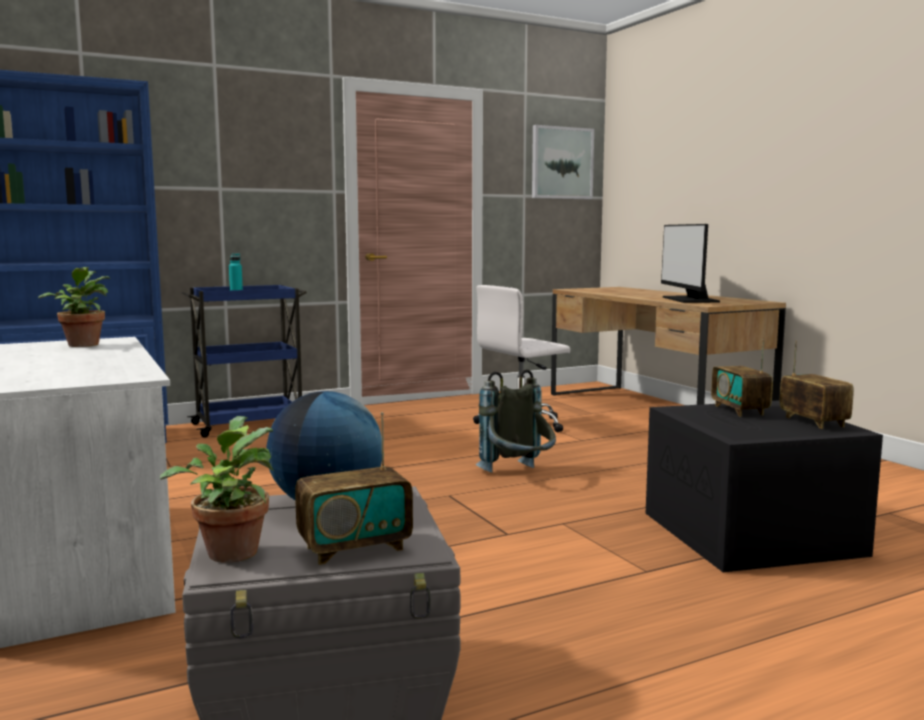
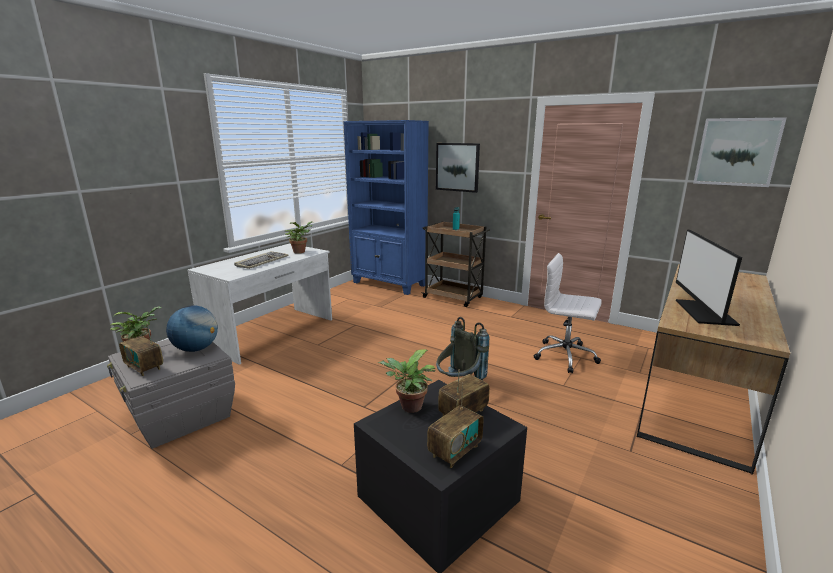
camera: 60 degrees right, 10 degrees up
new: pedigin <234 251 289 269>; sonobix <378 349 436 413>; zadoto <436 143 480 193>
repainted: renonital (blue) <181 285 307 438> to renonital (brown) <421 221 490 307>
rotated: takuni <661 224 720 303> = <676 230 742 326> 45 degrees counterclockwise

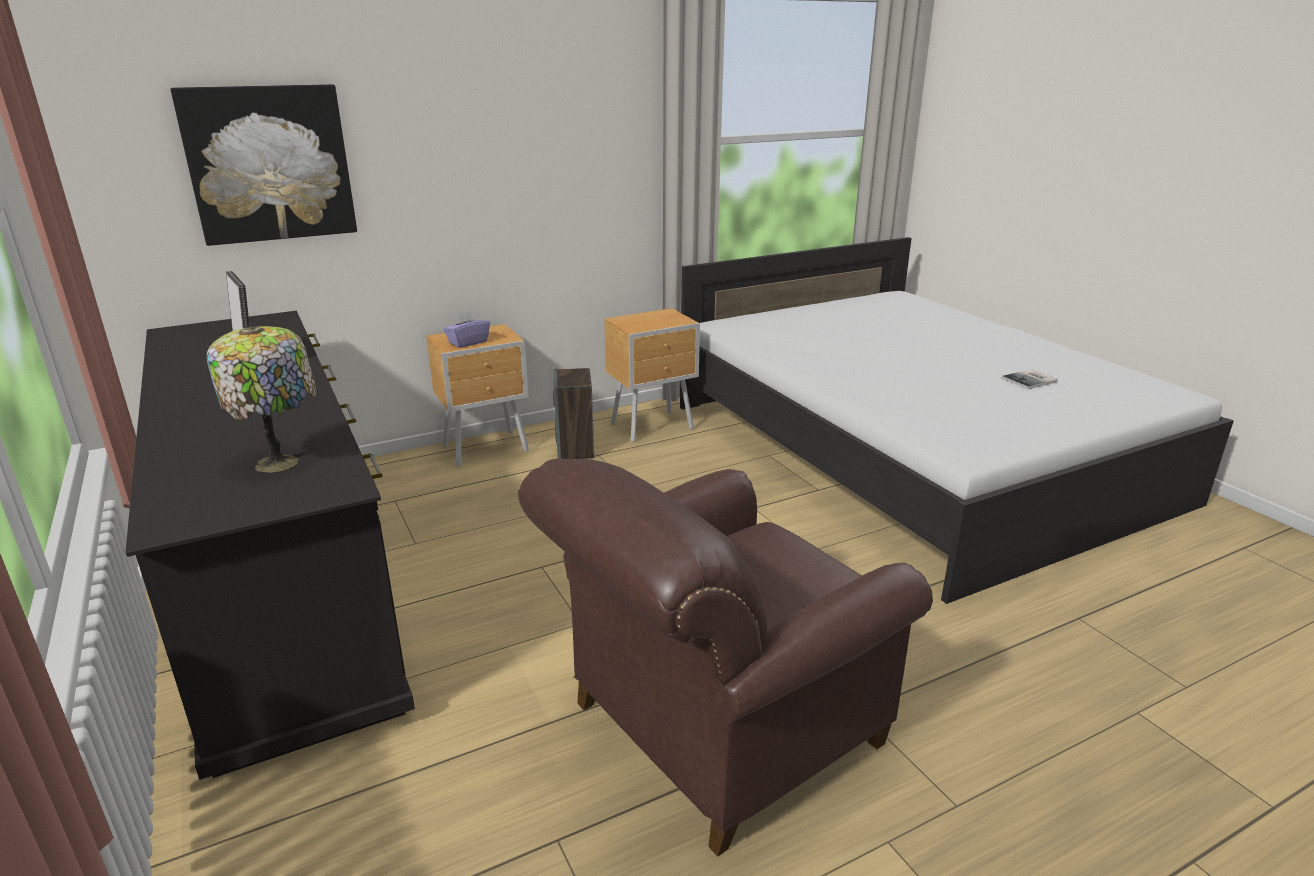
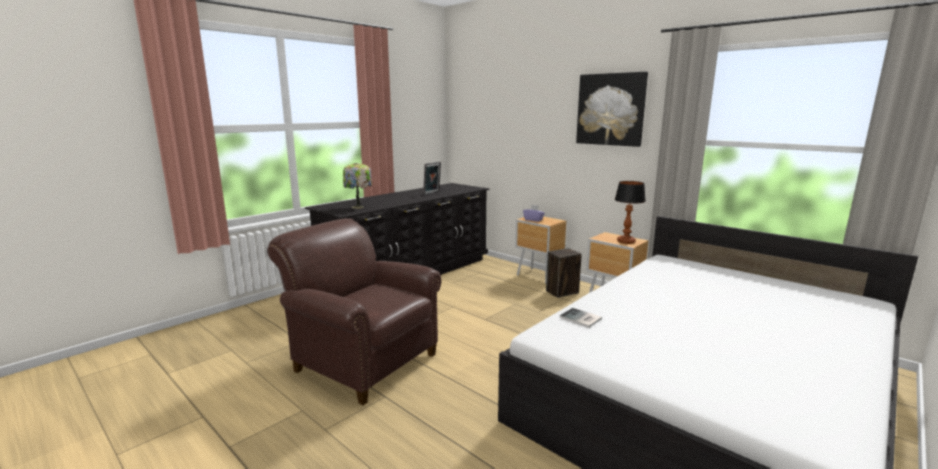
camera: 70 degrees right, 10 degrees down
new: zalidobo <615 181 646 244>
shifted: zadoto <171 84 357 246> to <576 72 648 147>; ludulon <1001 369 1058 389> to <560 308 602 328>

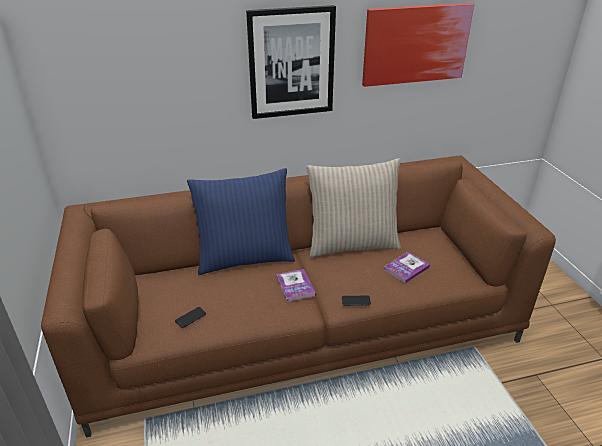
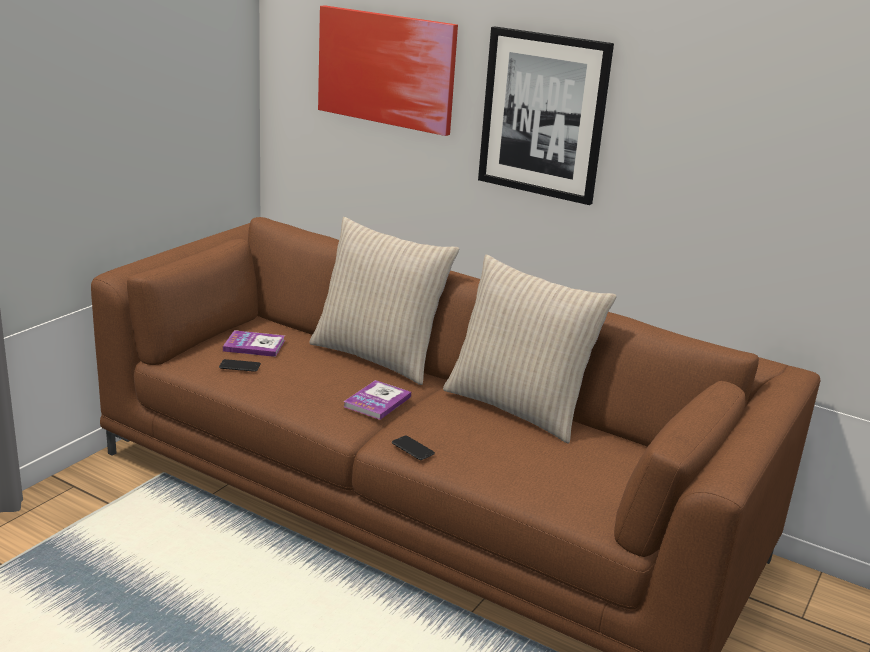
camera: 45 degrees right, 10 degrees down
shifted: zadoto <362 3 474 87> to <318 5 458 136>; ludulon <384 252 430 283> to <223 330 285 357>
repainted: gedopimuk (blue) <187 168 295 275> to gedopimuk (beige) <309 217 459 385>

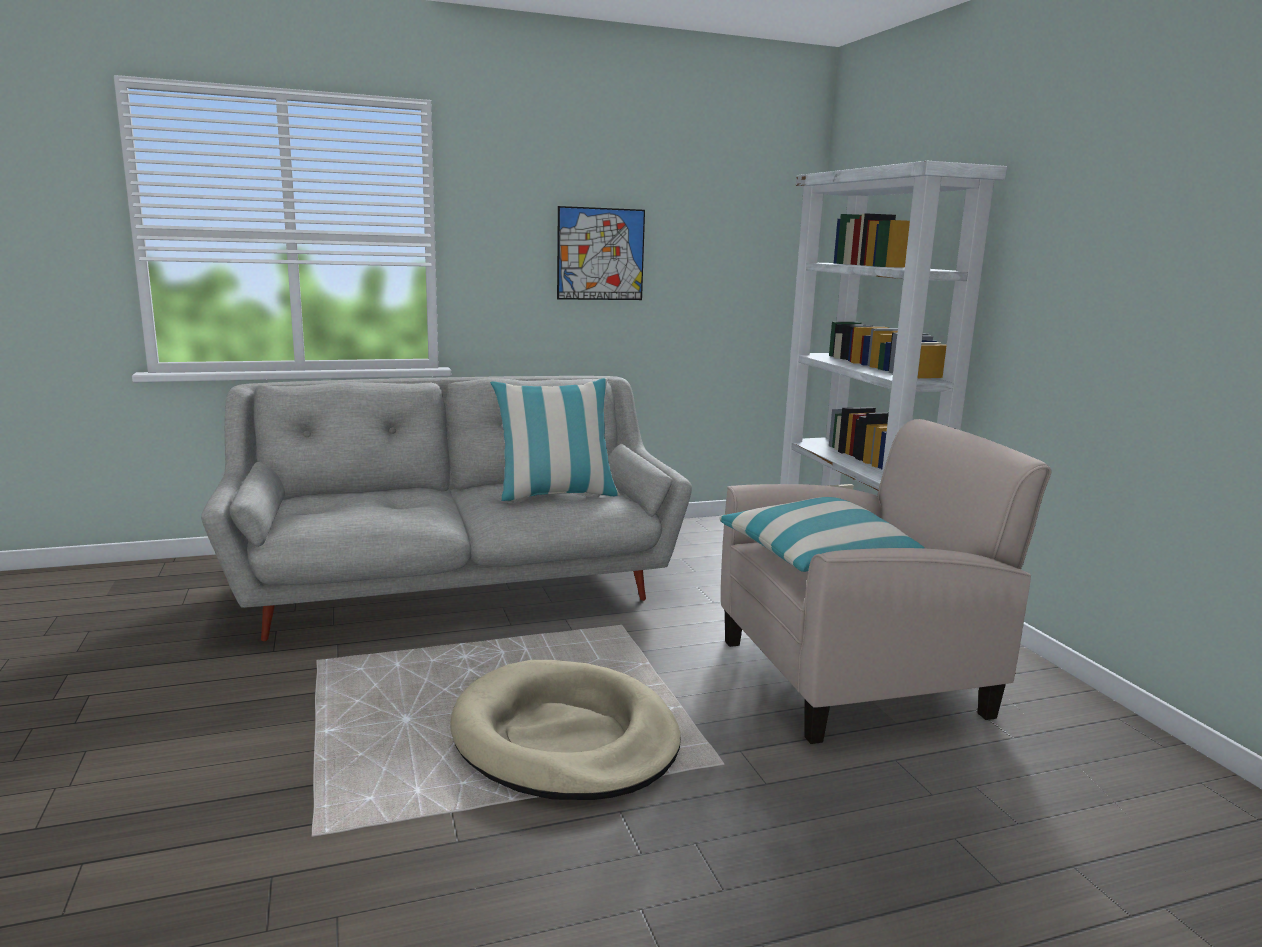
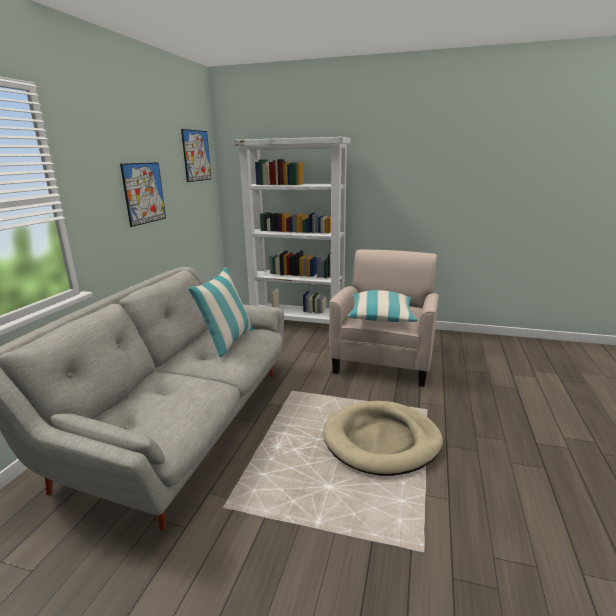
camera: 55 degrees left, 5 degrees up
new: zadoto <181 129 211 182>

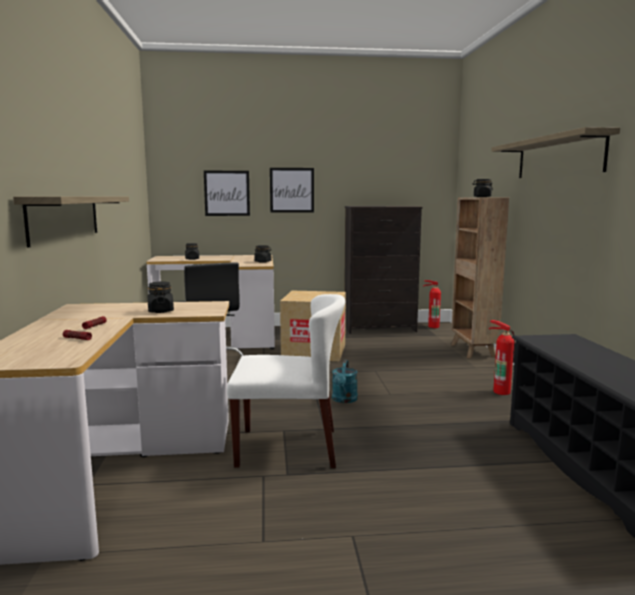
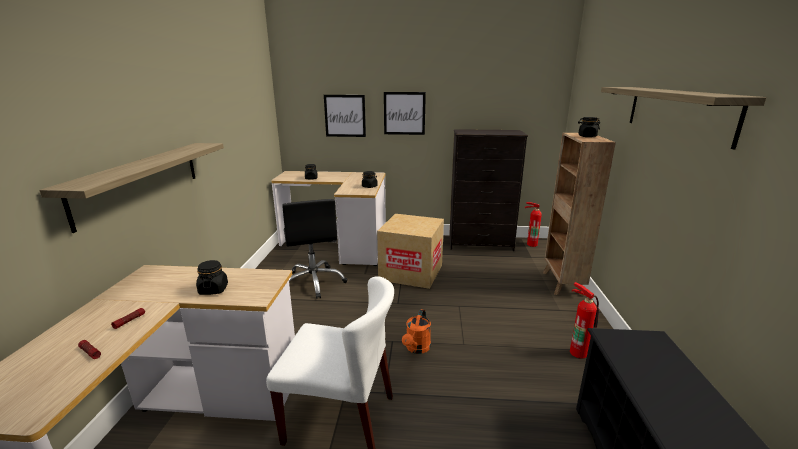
camera: 10 degrees right, 10 degrees up
repainted: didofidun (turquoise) <332 360 358 403> to didofidun (orange) <402 309 431 354>

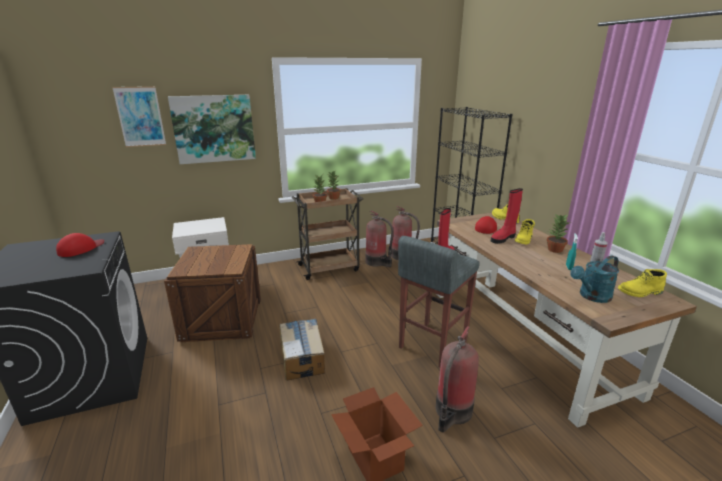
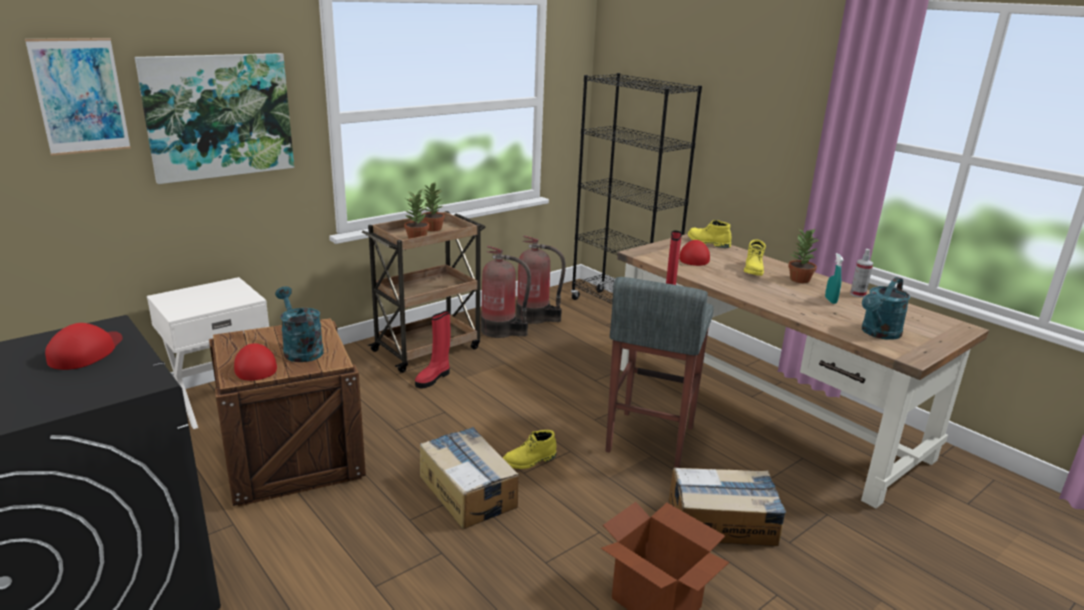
camera: 20 degrees left, 0 degrees up
new: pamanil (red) <234 343 277 381>; didofidun (turquoise) <275 286 324 362>
shifted: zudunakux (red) <491 188 523 244> to <415 310 450 389>; zudunakux (yellow) <618 269 667 297> to <503 430 556 469>
swapped: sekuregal <436 326 479 432> to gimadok <669 468 786 546>

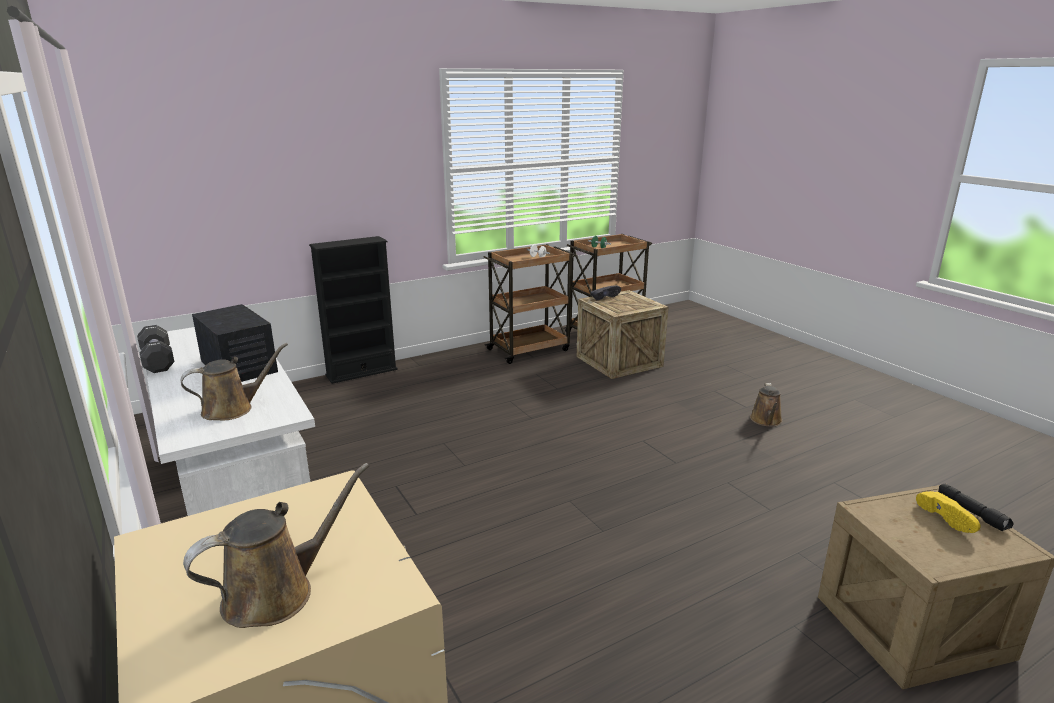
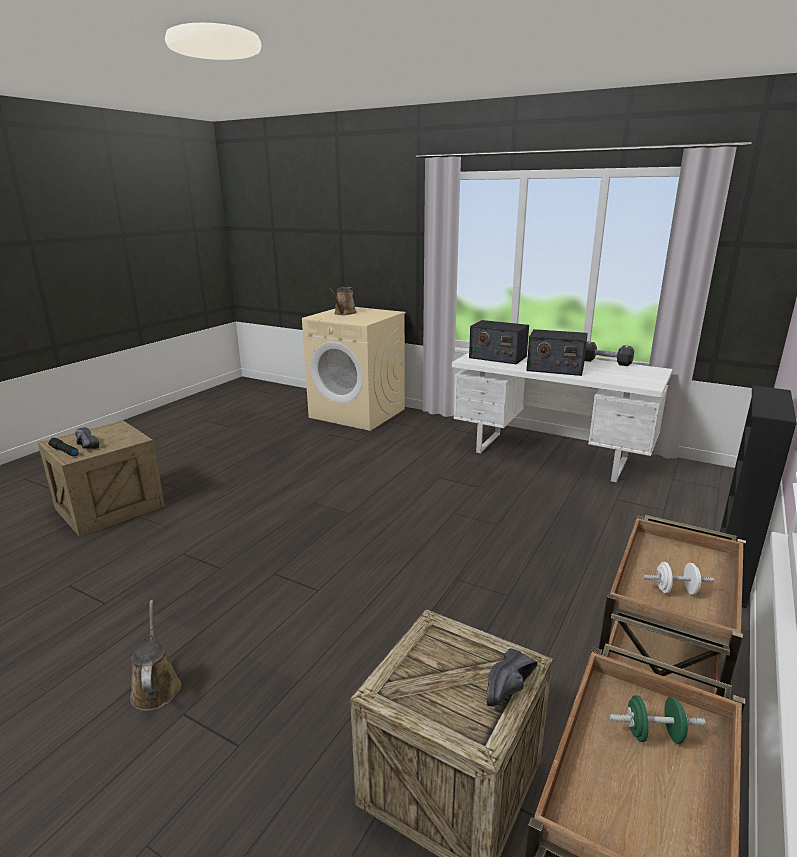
camera: 150 degrees right, 0 degrees up
swapped: didofidun (brown) <181 343 288 421> to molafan <469 320 529 365>
repainted: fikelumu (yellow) <916 491 981 533> to fikelumu (black) <75 427 99 449>

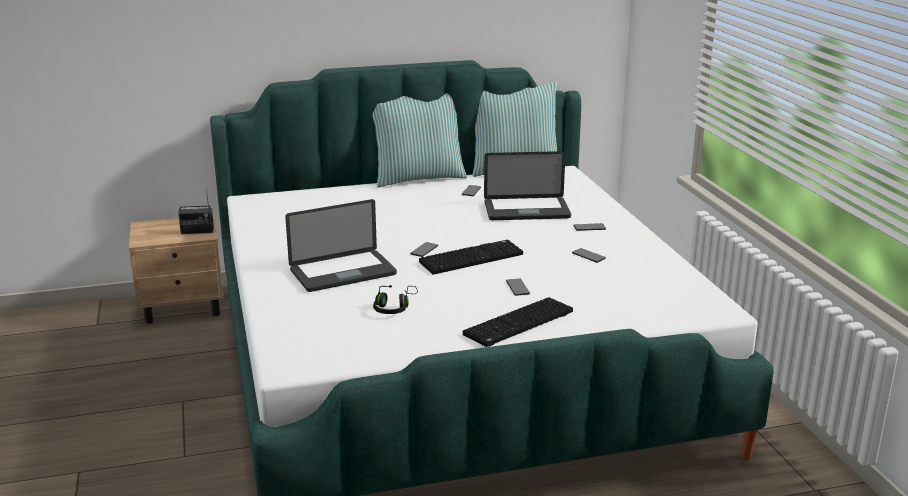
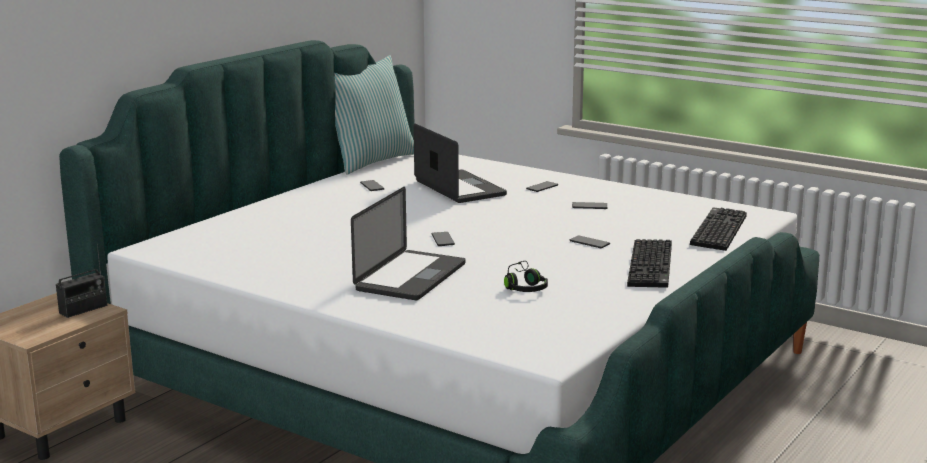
camera: 40 degrees left, 5 degrees down
gone: gedopimuk <372 93 467 188>
shifted: pedigin <419 240 523 275> to <690 207 747 251>
rotated: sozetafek <484 151 571 220> = <413 124 507 203> 75 degrees counterclockwise

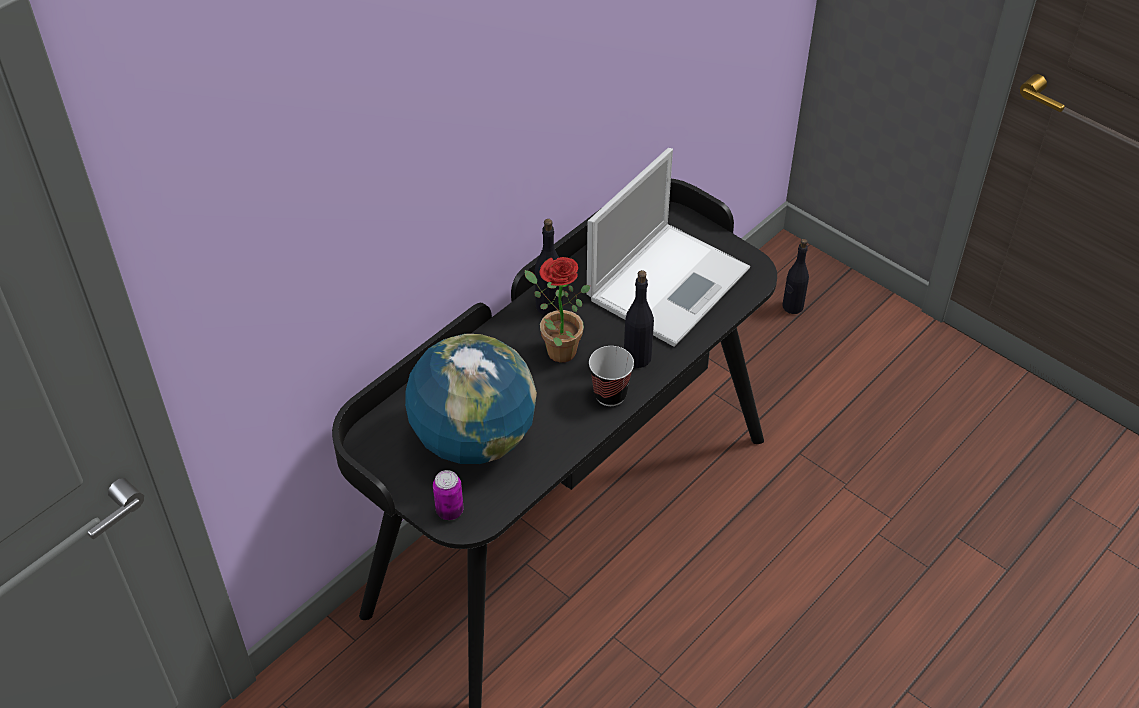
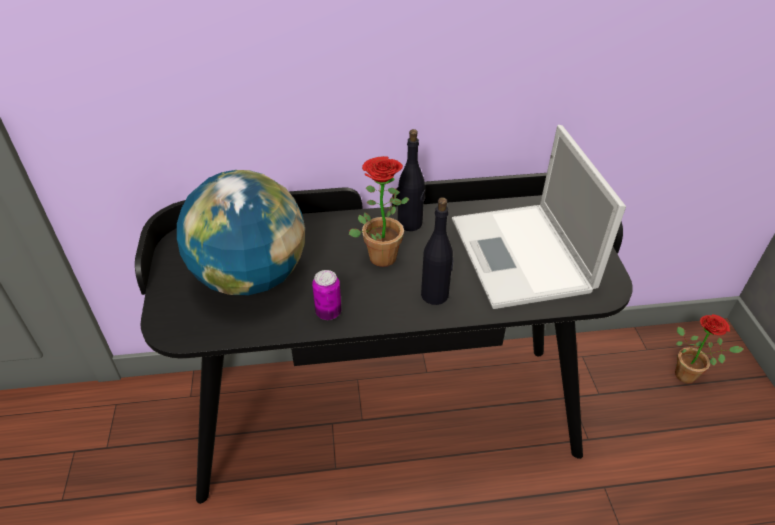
camera: 40 degrees right, 5 degrees down
gone: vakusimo <589 346 634 406>
shifted: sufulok <433 470 464 520> to <312 270 341 320>
swapped: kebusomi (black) <782 239 809 314> to sonobix <675 314 743 383>
rotated: sozetafek <587 148 750 347> = <452 125 626 309> 90 degrees clockwise

